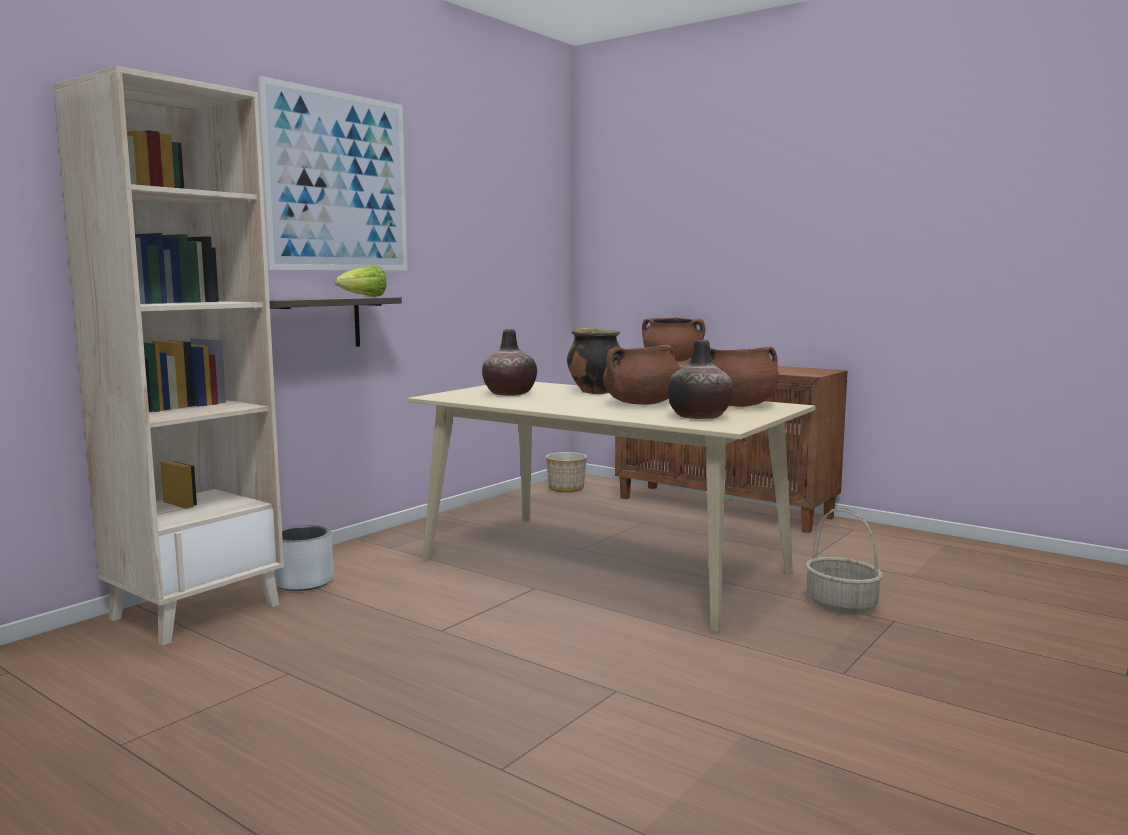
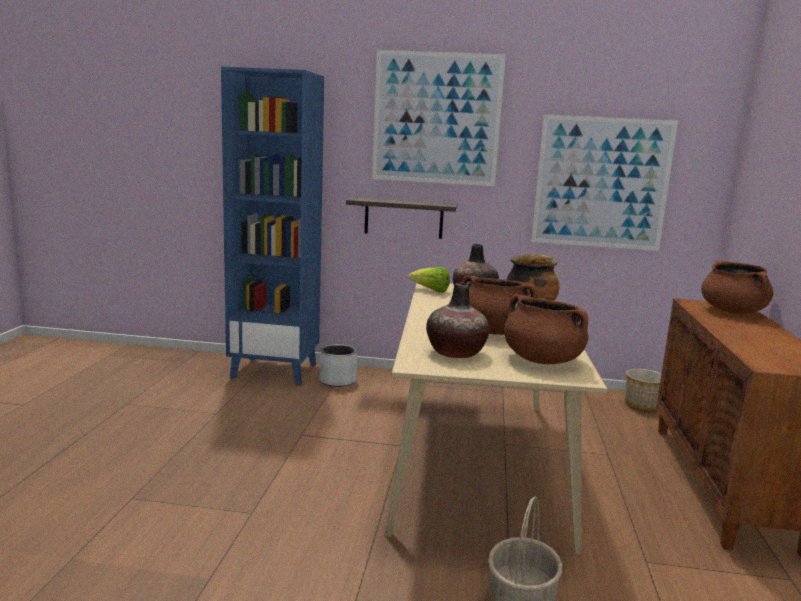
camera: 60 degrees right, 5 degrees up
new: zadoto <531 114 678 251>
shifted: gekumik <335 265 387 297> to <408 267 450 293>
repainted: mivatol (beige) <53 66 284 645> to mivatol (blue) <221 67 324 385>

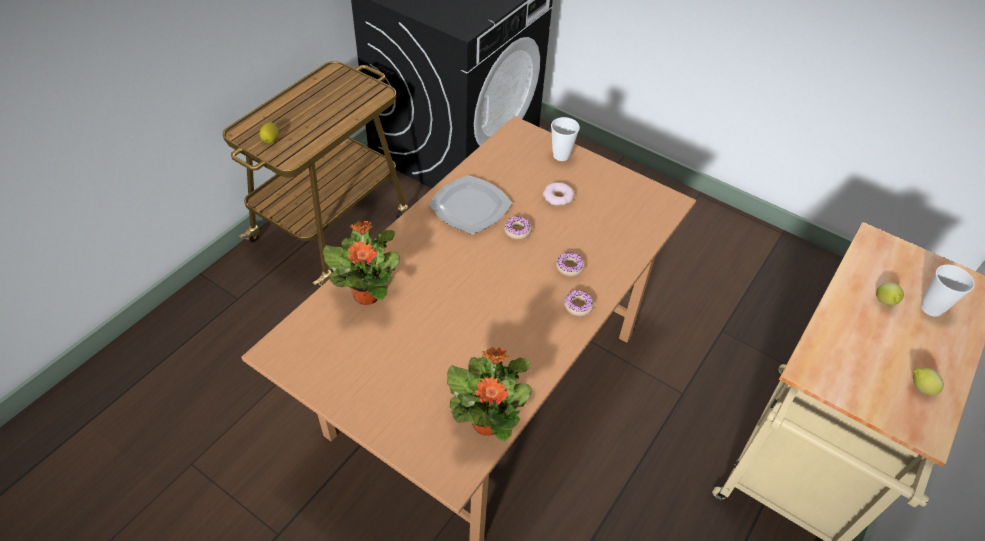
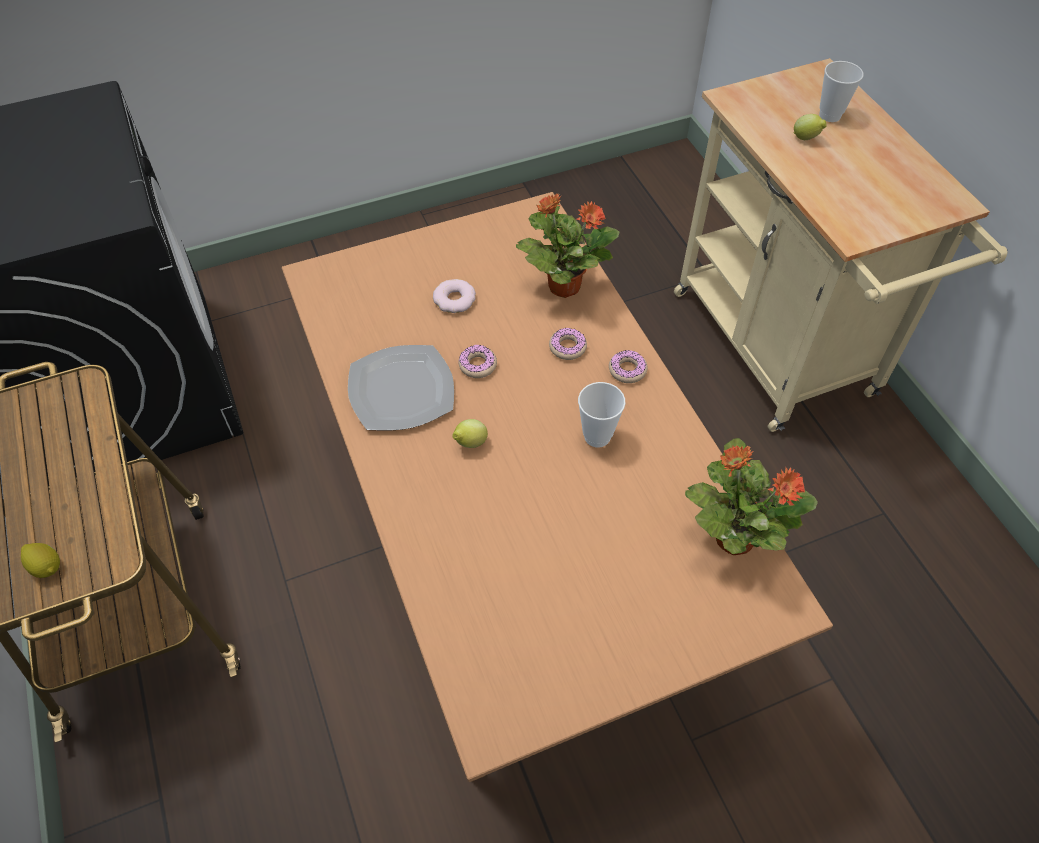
camera: 55 degrees left, 5 degrees up
shifted: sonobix <323 221 400 305> to <516 193 619 298>; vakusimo <551 117 580 161> to <578 382 625 448>; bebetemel <913 368 944 396> to <452 419 488 448>

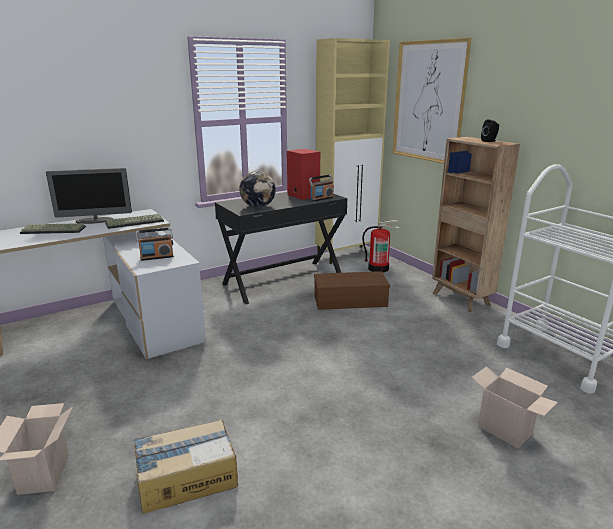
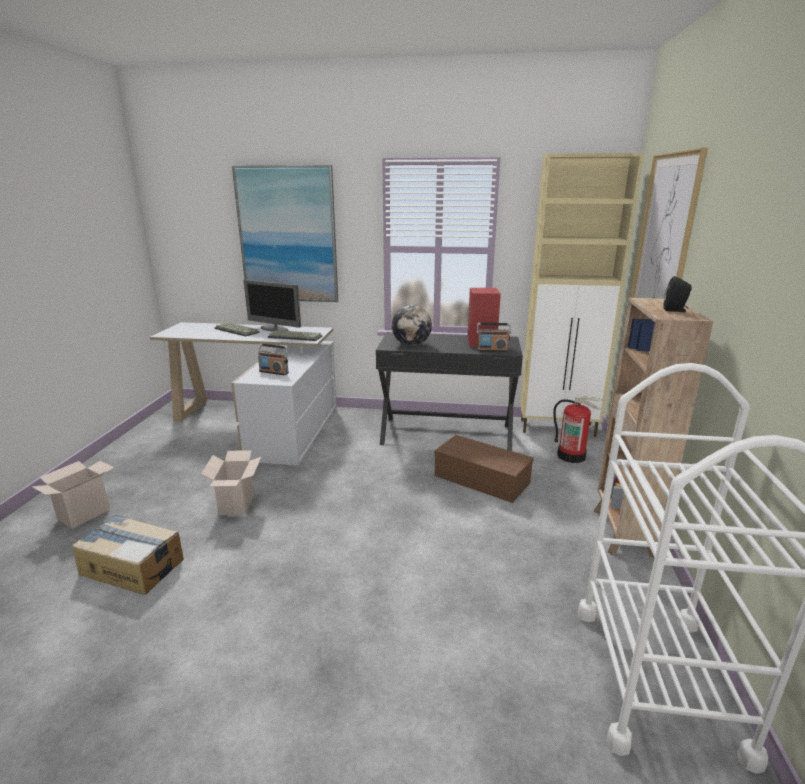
camera: 40 degrees right, 0 degrees up
new: zadoto <232 165 338 302>
shifted: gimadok <472 366 558 448> to <201 450 261 515>

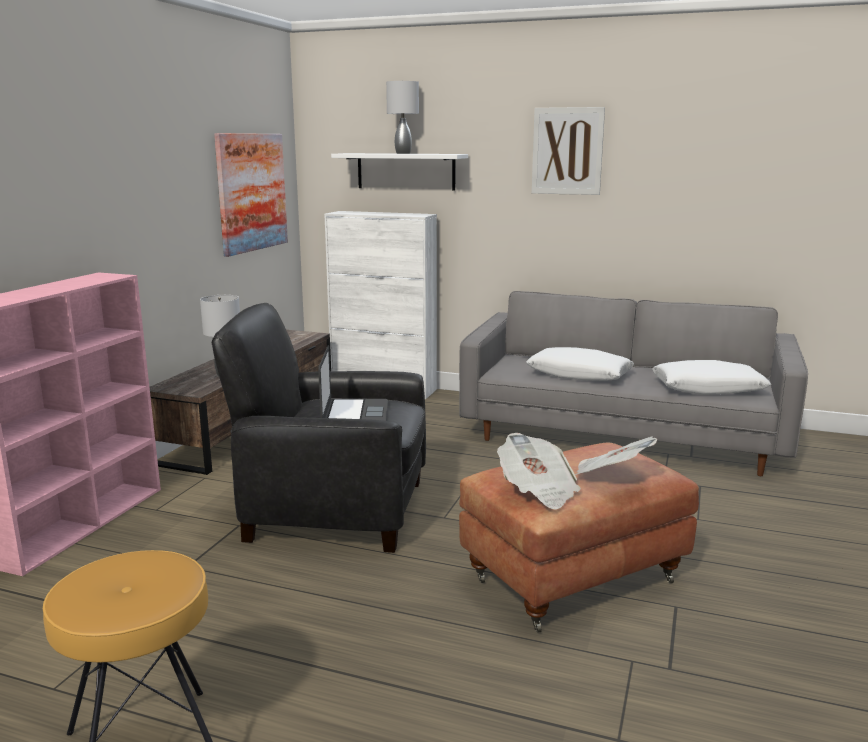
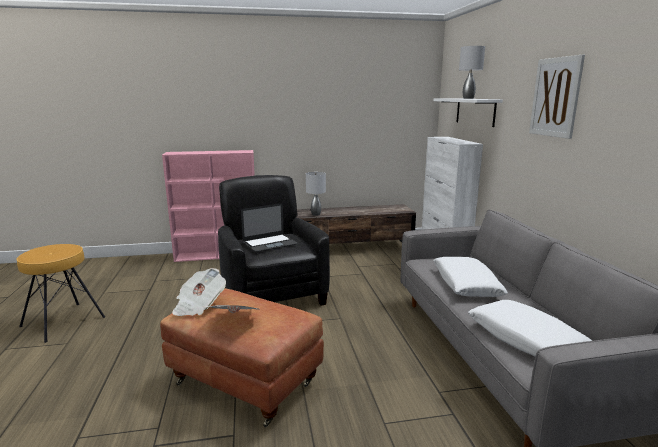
camera: 60 degrees right, 0 degrees up
gone: zadoto <214 133 288 257>

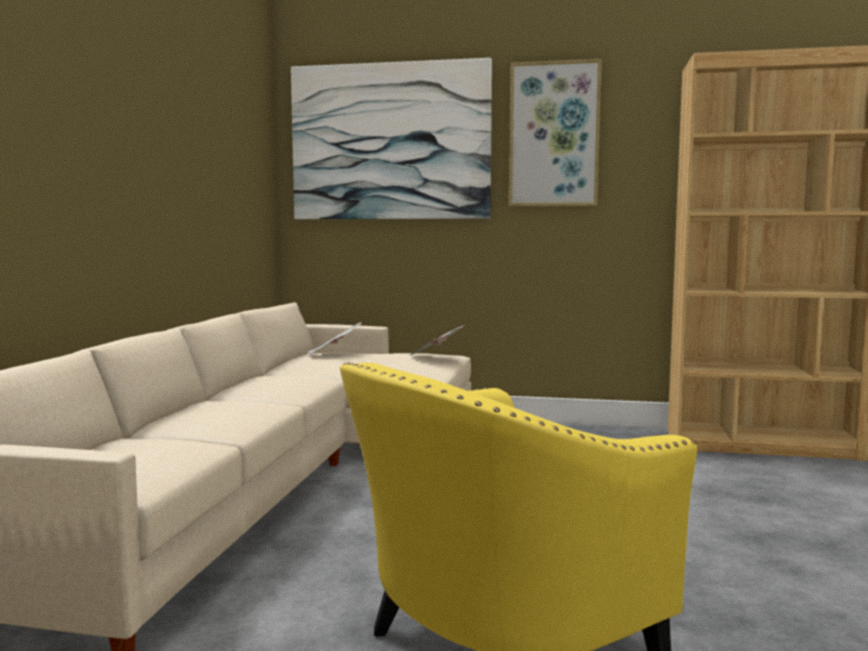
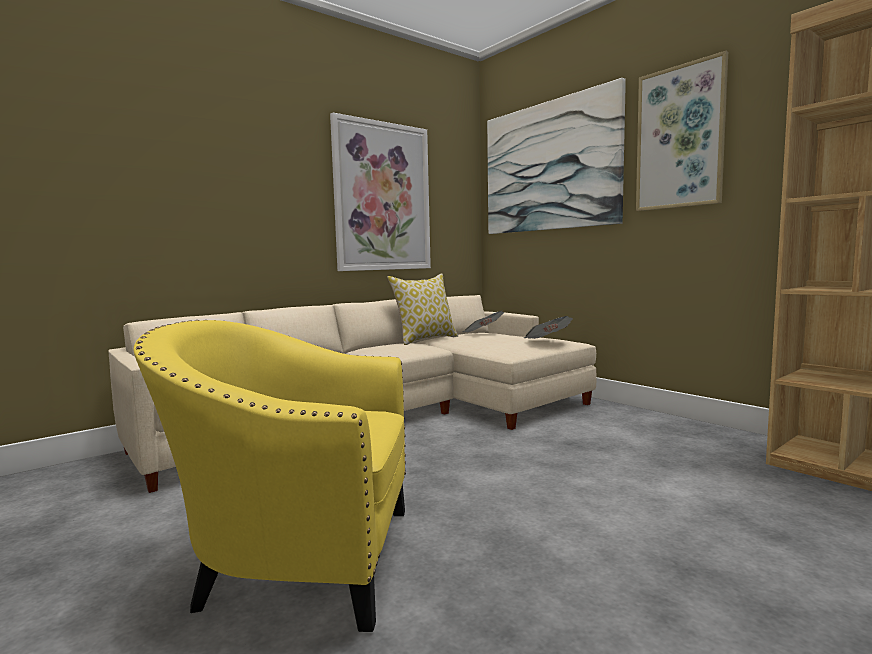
camera: 40 degrees right, 0 degrees up
new: zadoto <330 112 431 271>; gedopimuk <387 273 459 345>

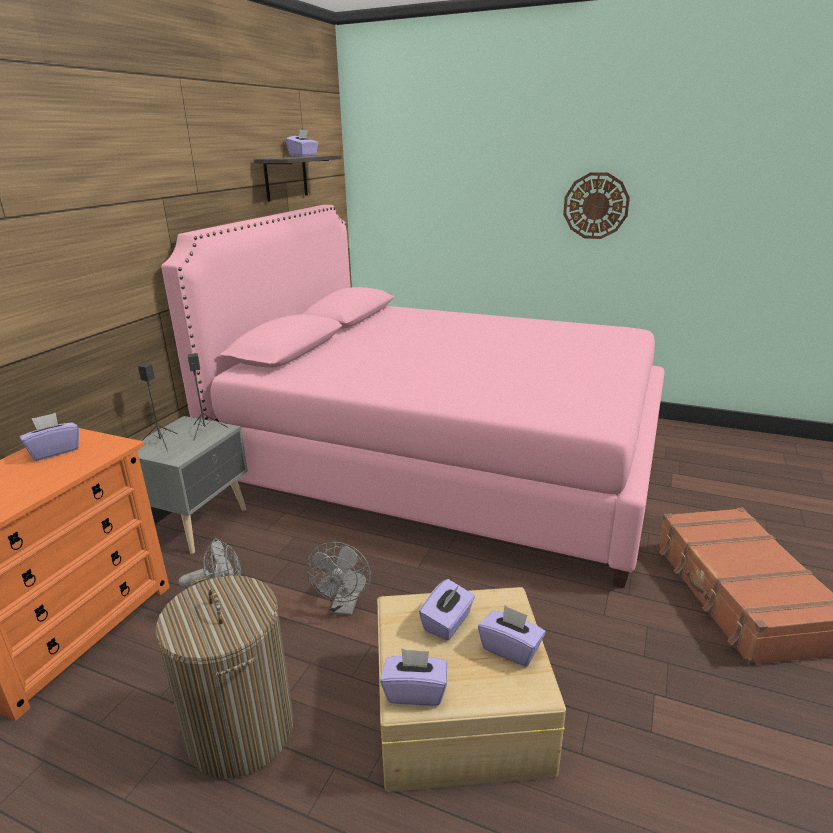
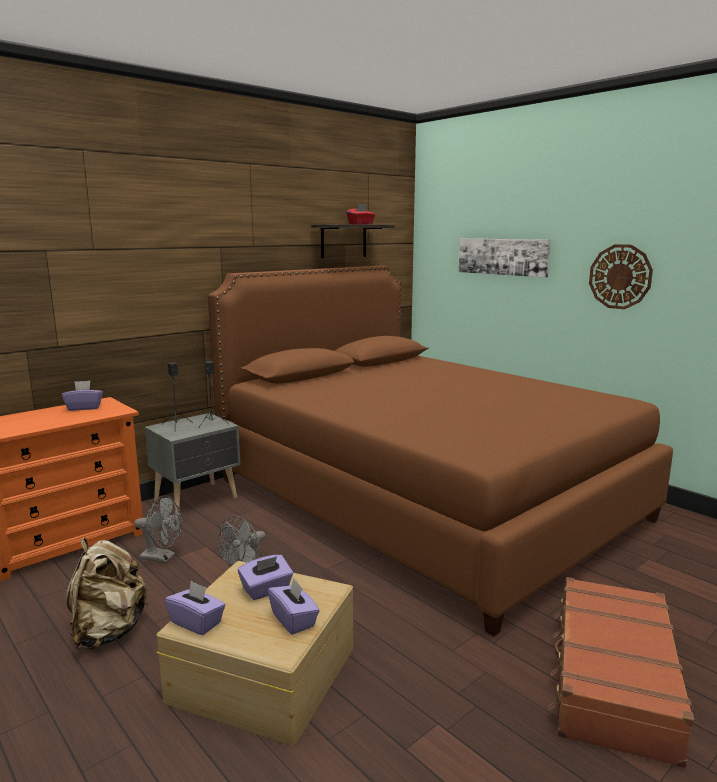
camera: 25 degrees right, 10 degrees down
new: zadoto <459 239 551 278>
swapped: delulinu <155 575 293 779> to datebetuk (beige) <66 538 149 650>
repainted: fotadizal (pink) <161 205 665 588> to fotadizal (brown) <208 265 673 636>; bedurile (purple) <286 130 319 156> to bedurile (red) <347 204 375 225>

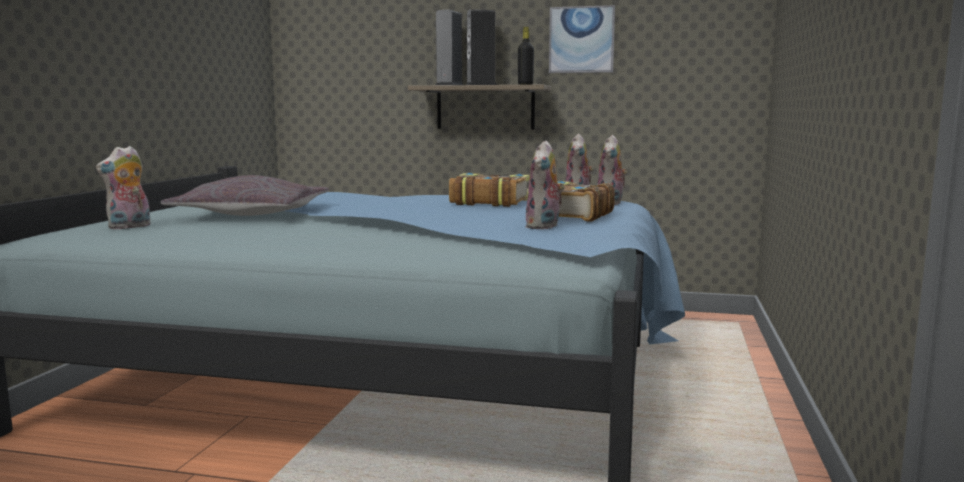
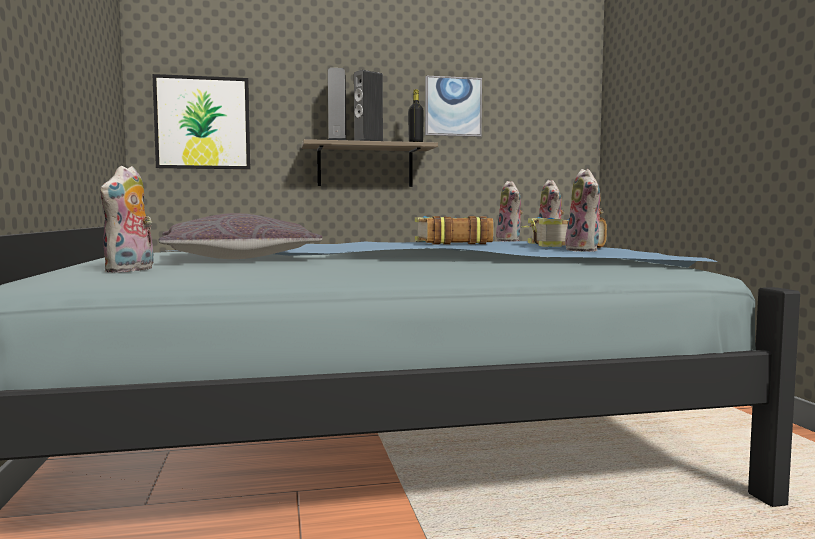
camera: 25 degrees left, 5 degrees down
new: zadoto <152 74 250 169>

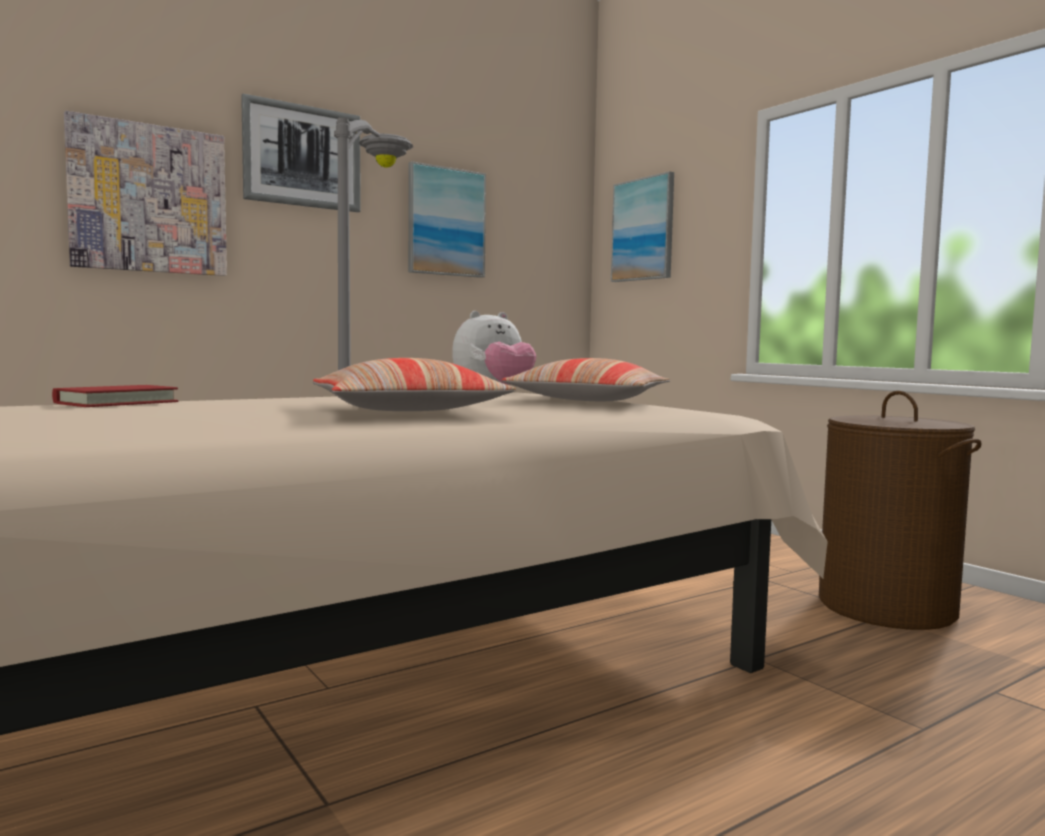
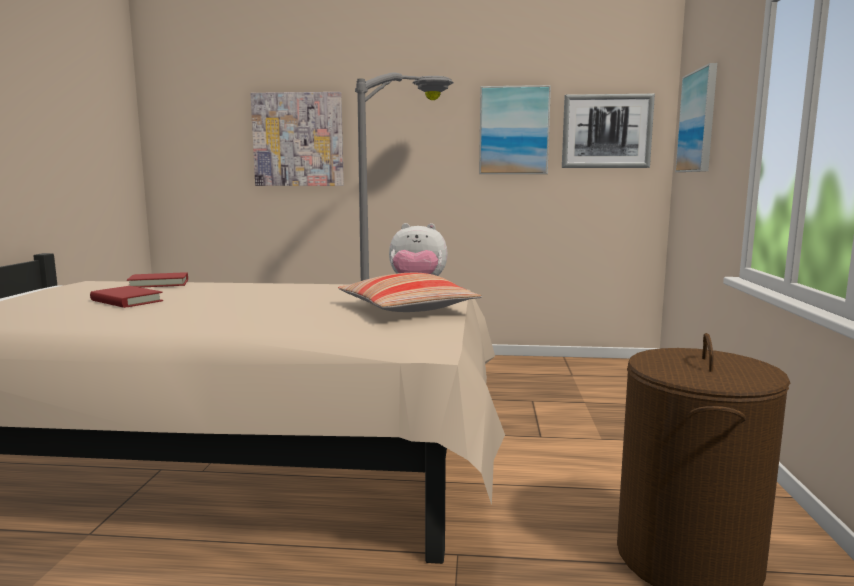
camera: 40 degrees right, 5 degrees up
gone: gedopimuk <313 358 516 411>
new: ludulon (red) <90 286 163 308>
shifted: zadoto <241 94 360 212> to <562 94 655 168>

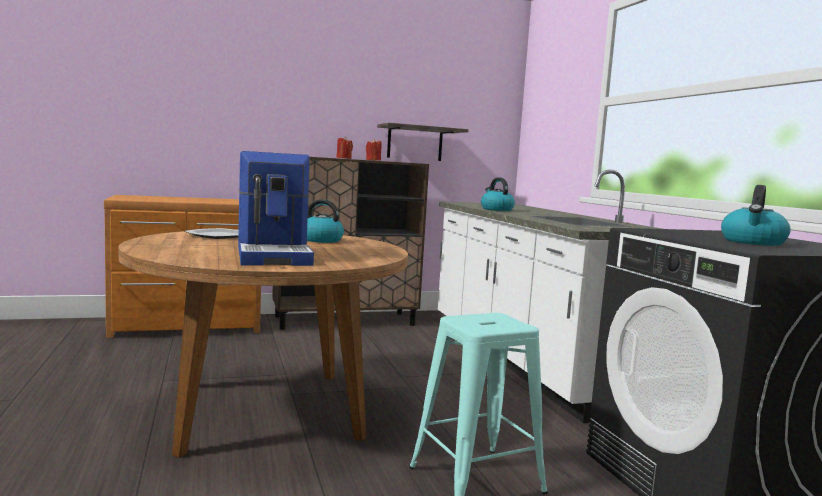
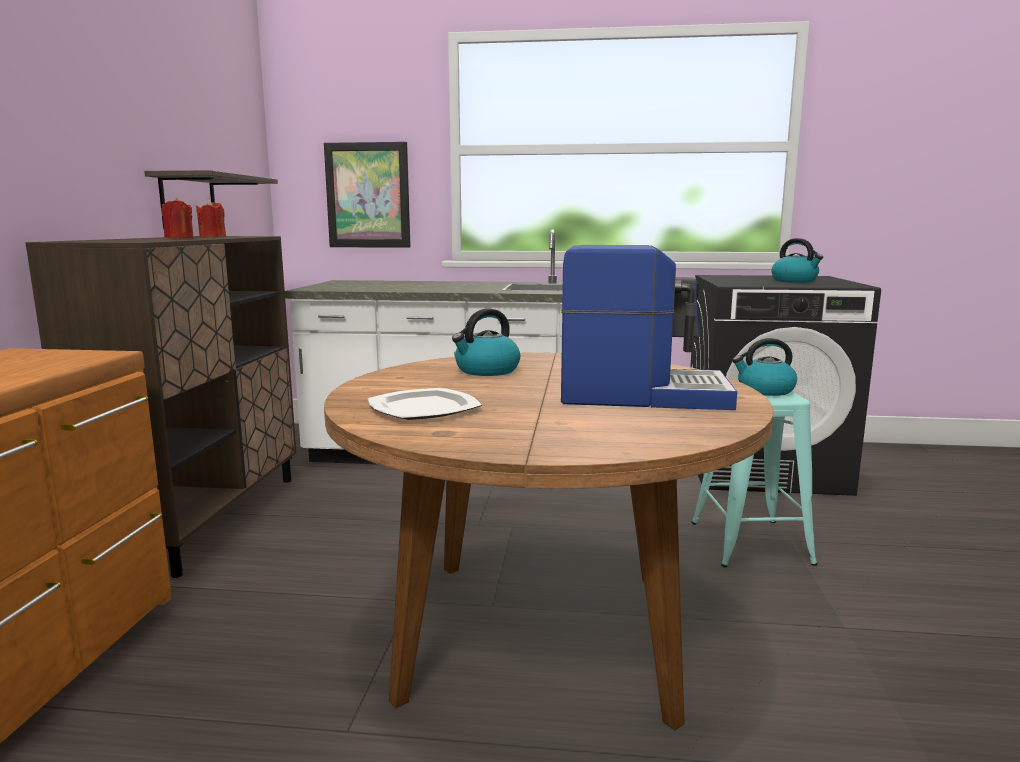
camera: 65 degrees left, 5 degrees up
new: zadoto <324 142 411 248>
shifted: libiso <481 177 515 211> to <732 338 797 396>

